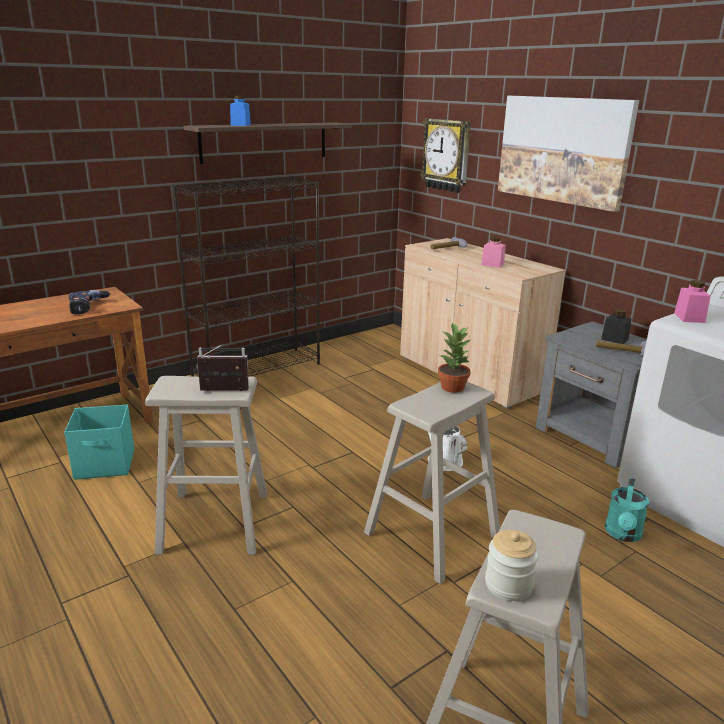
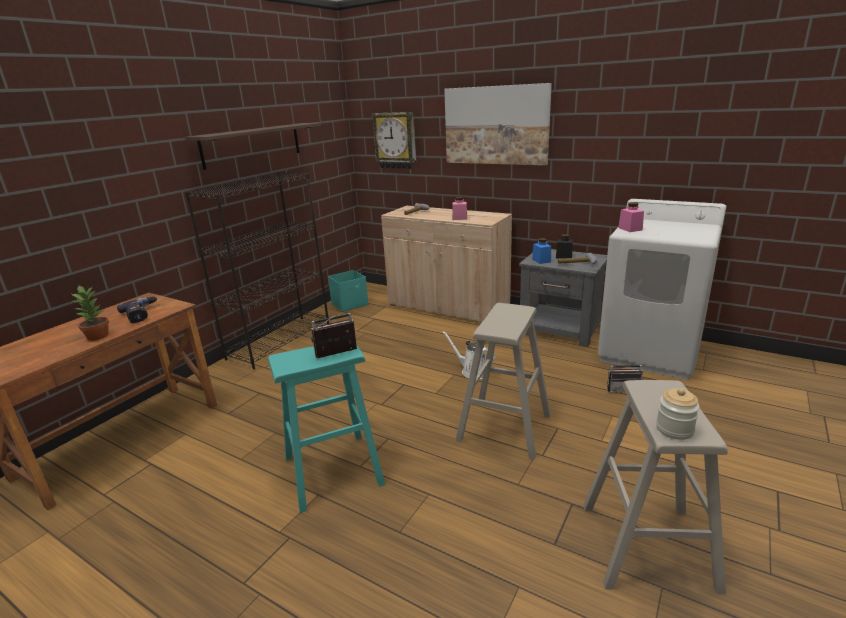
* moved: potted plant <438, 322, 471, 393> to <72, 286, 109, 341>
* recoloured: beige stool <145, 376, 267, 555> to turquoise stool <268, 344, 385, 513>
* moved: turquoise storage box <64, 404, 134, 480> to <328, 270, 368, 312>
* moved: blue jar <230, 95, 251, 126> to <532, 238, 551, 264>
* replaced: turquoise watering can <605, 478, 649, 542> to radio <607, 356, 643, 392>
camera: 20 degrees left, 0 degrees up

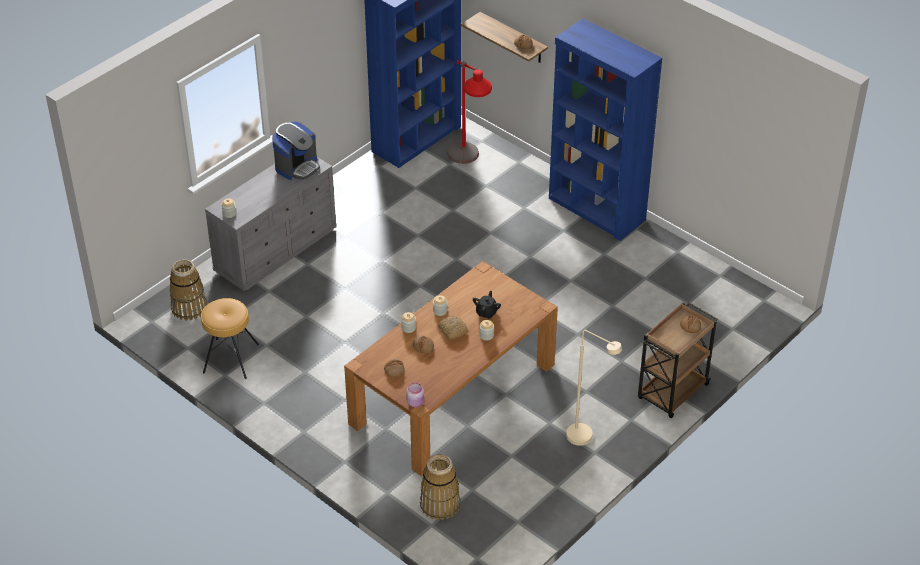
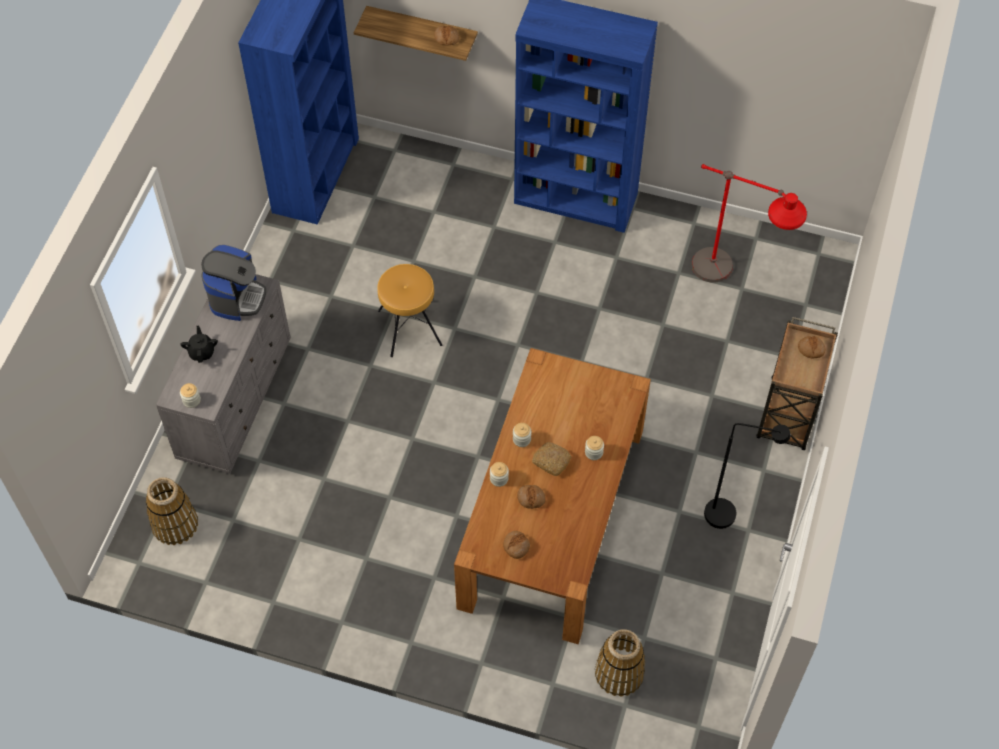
* moved: black teapot <473, 291, 501, 319> to <181, 325, 218, 363>
* moved: brown stool <201, 298, 259, 379> to <377, 264, 442, 357>
* moved: red floor lamp <448, 60, 492, 164> to <691, 164, 807, 283>
* recoloured: beige floor lamp <566, 330, 622, 445> to black floor lamp <704, 423, 791, 529>
* removed: pink jar <406, 382, 424, 407>
camera: 25 degrees left, 15 degrees up

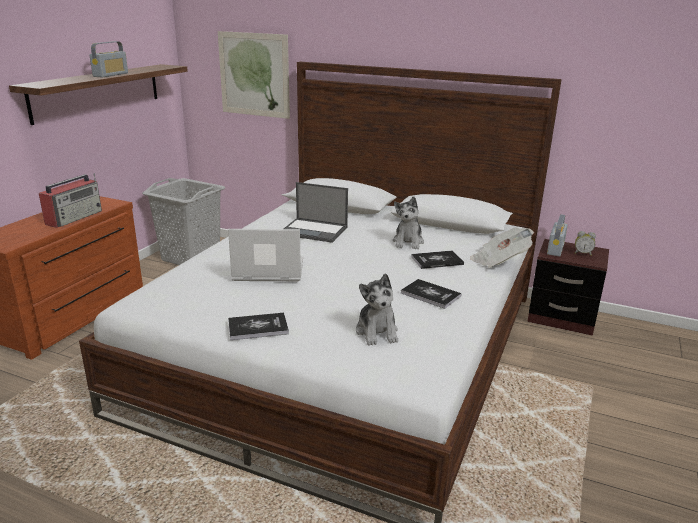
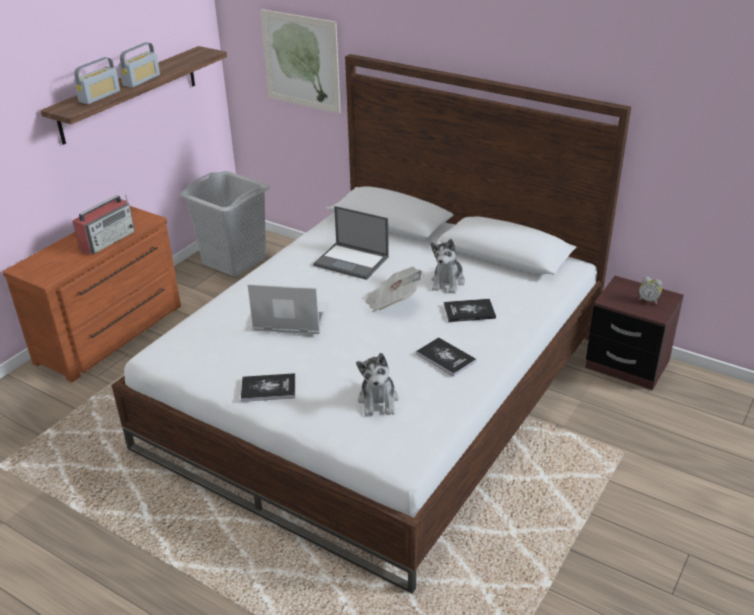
* moved: radio <547, 214, 568, 257> to <74, 57, 120, 104>
* moved: newspaper <470, 227, 534, 268> to <363, 267, 424, 312>
camera: 10 degrees right, 10 degrees up

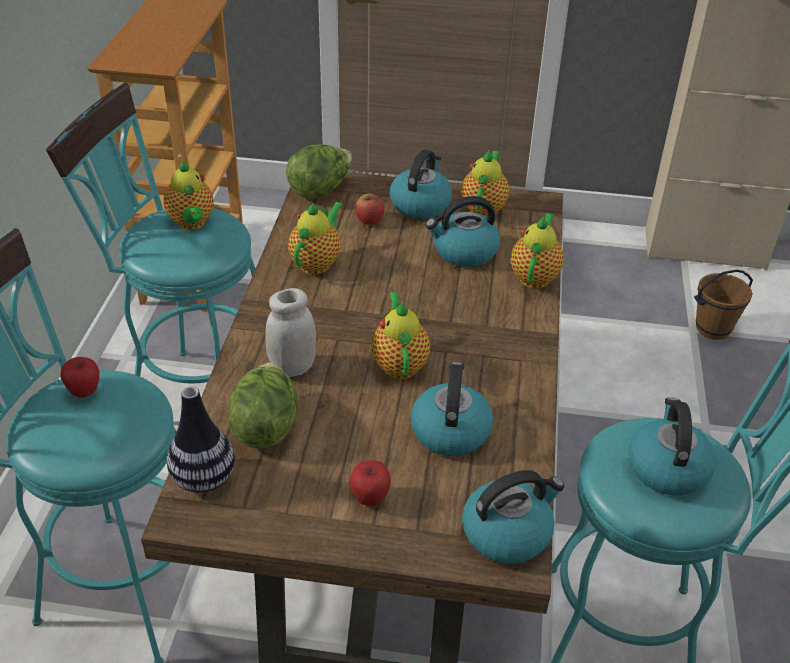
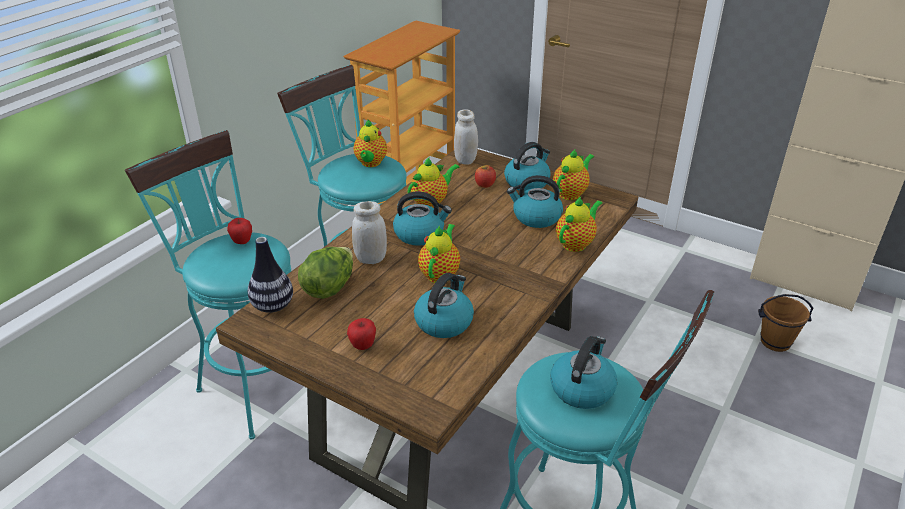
* moved: kettle <462, 470, 564, 564> to <393, 192, 452, 246>
* replaced: lettuce <286, 144, 352, 199> to white jar <454, 109, 478, 164>
camera: 25 degrees right, 5 degrees down

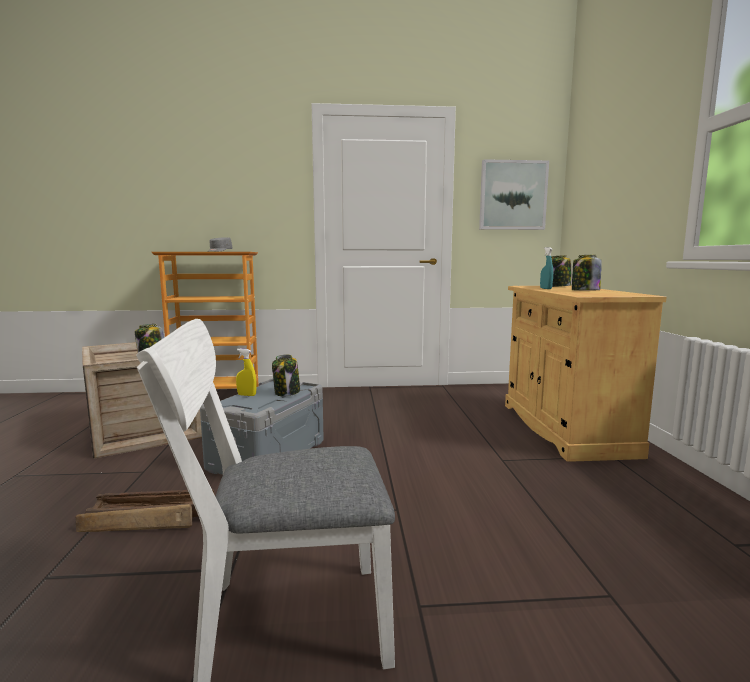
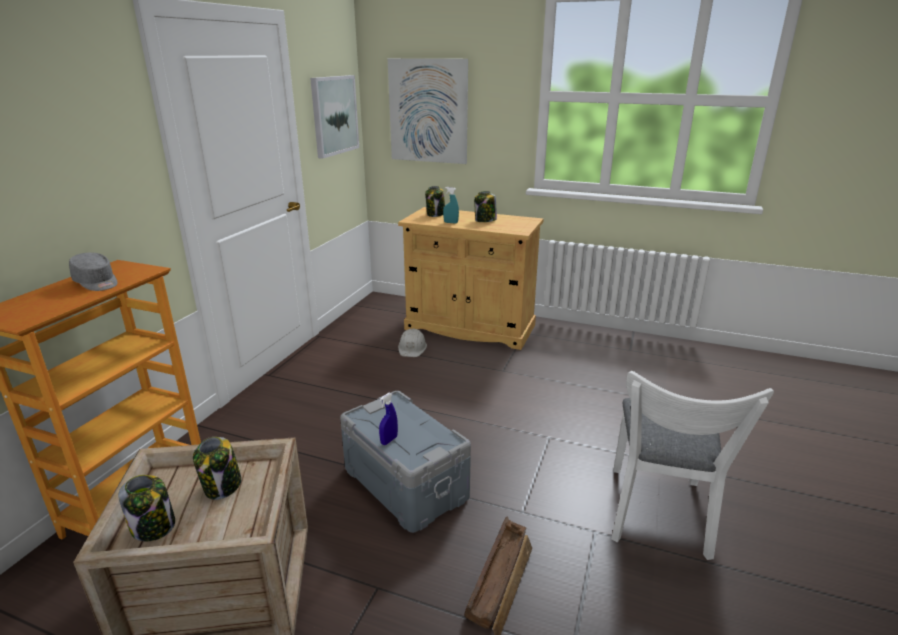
* moved: jar <272, 354, 300, 396> to <118, 475, 175, 541>
* recoloured: yellow spray bottle <236, 349, 257, 396> to blue spray bottle <379, 393, 398, 445>
* added: picture <387, 58, 468, 164>
* added: white hard hat <398, 328, 427, 357>
camera: 65 degrees left, 15 degrees up

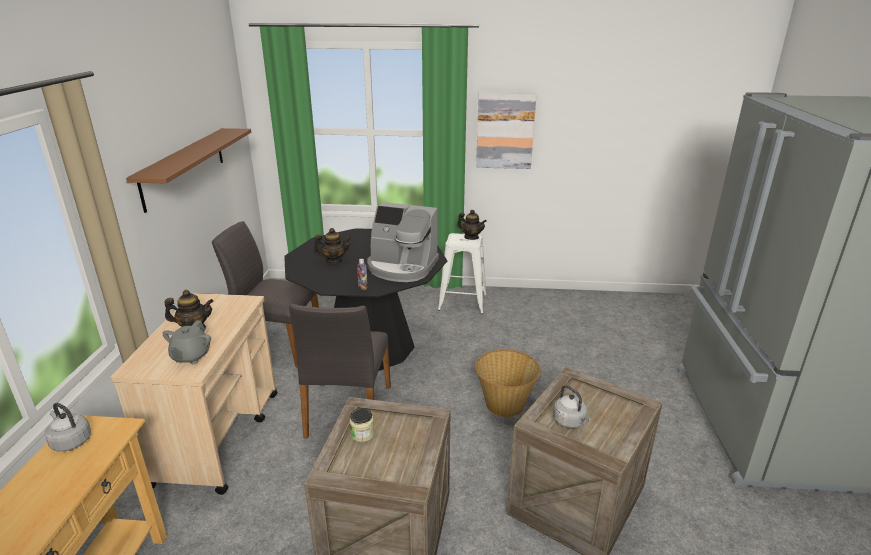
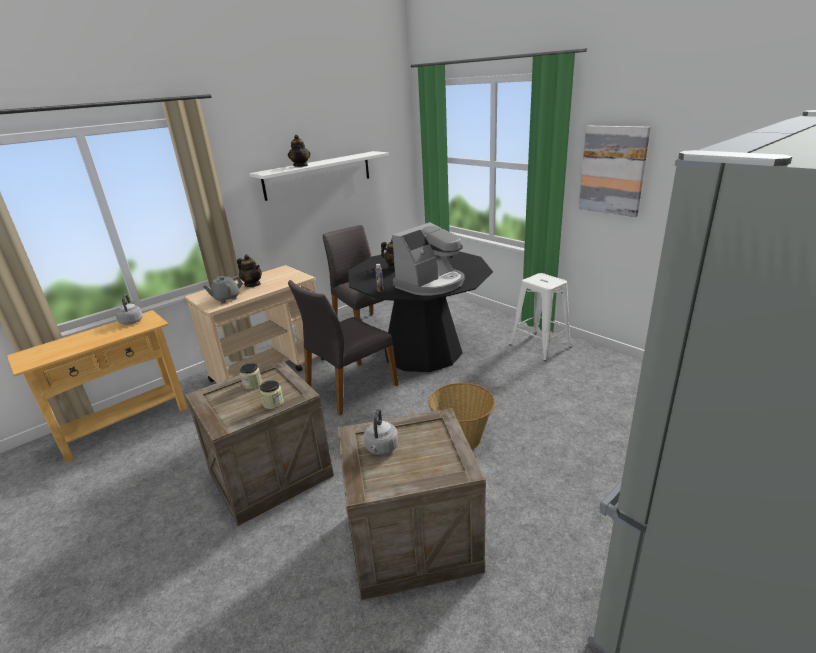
* recoloured: brown shelf <126, 128, 251, 213> to white shelf <249, 151, 389, 201>
* added: jar <260, 380, 284, 409>
* moved: teapot <457, 210, 487, 240> to <288, 135, 310, 167>
* turned: coffee machine <367, 202, 439, 282> = <392, 222, 464, 296> 105 degrees counterclockwise
camera: 45 degrees right, 0 degrees up

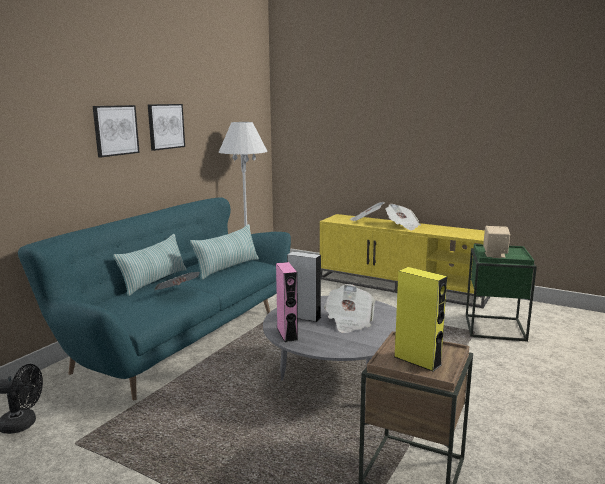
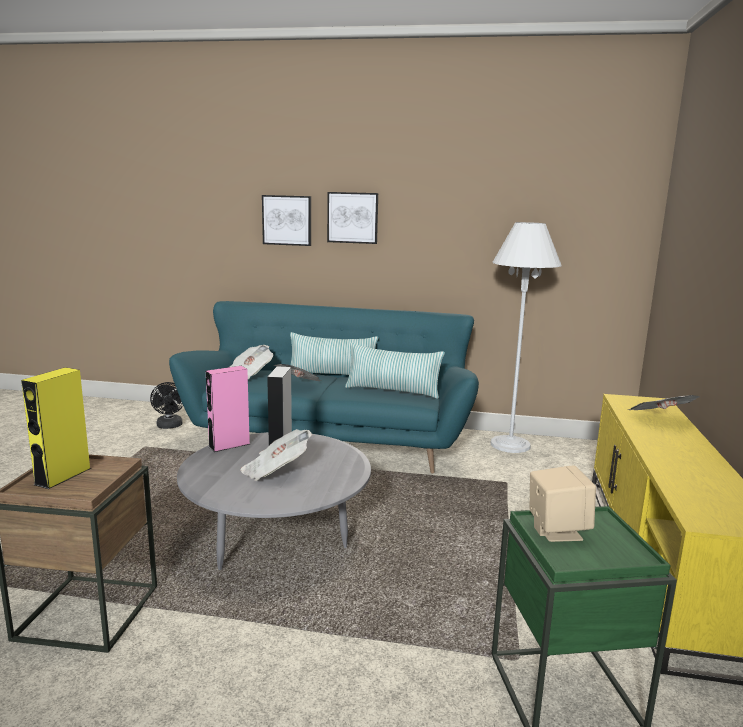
* moved: newspaper <385, 204, 421, 231> to <230, 345, 273, 379>
* moved: picture <148, 104, 185, 151> to <262, 195, 311, 246>
camera: 70 degrees right, 0 degrees up

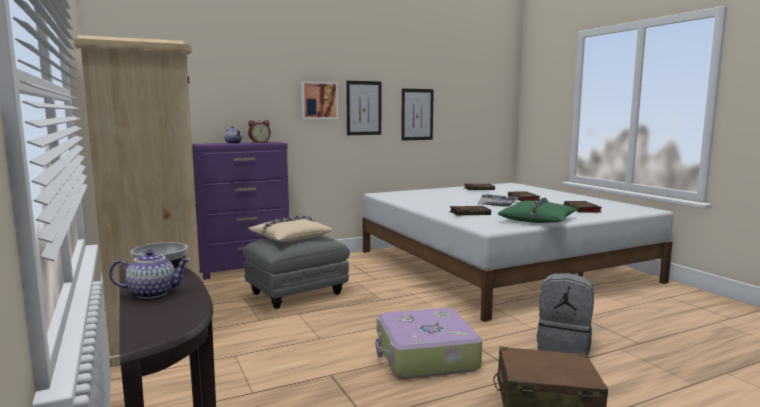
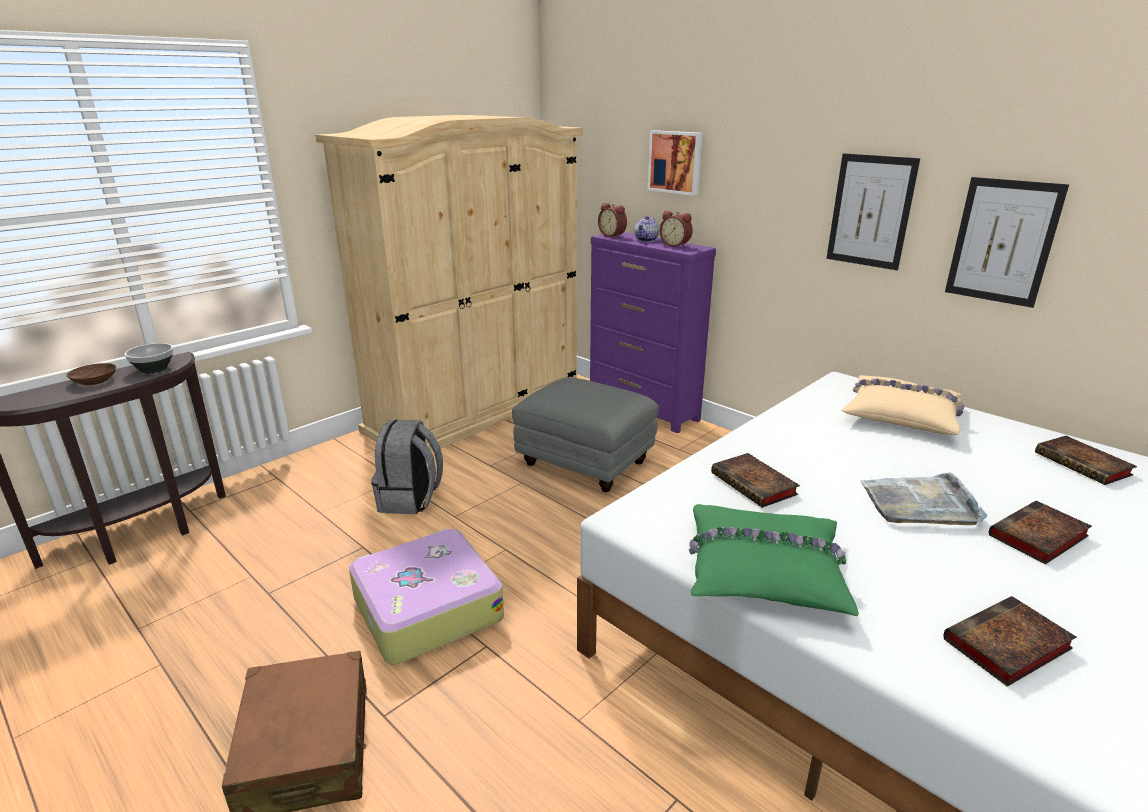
* replaced: teapot <109, 250, 191, 299> to brown bowl <67, 363, 116, 385>
* moved: grey backpack <537, 273, 594, 356> to <371, 420, 443, 514>
* added: alarm clock <598, 203, 627, 238>
* moved: picture <301, 81, 338, 119> to <648, 130, 702, 196>
* moved: beige pillow <248, 215, 333, 242> to <842, 375, 965, 435>
camera: 70 degrees right, 15 degrees up

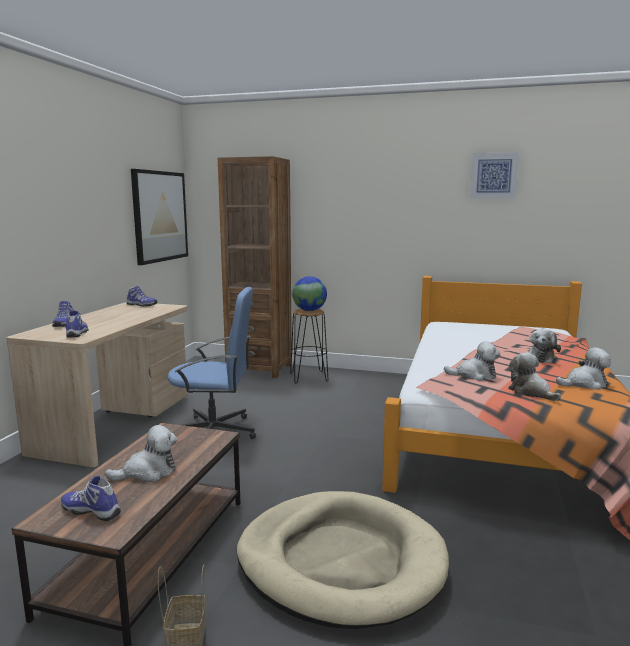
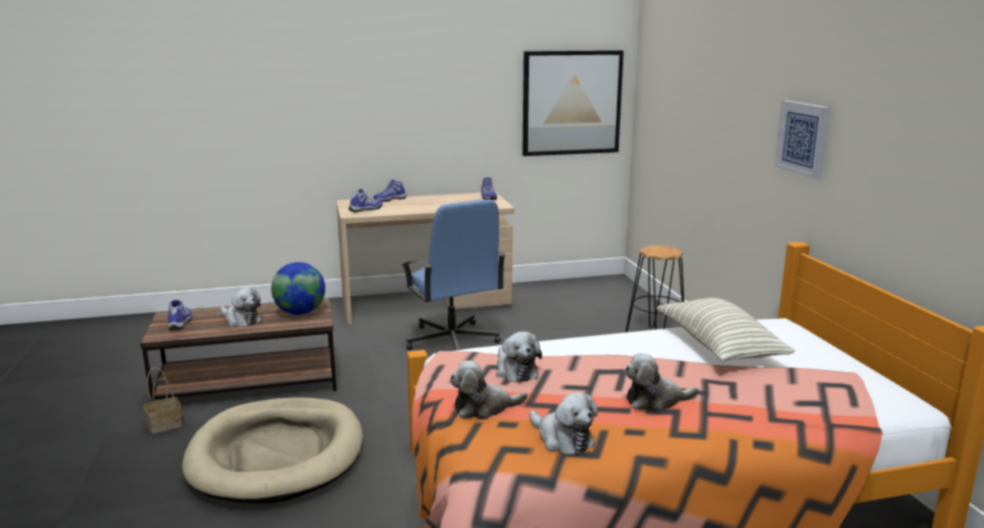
* moved: globe <292, 276, 327, 311> to <271, 262, 325, 315>
* turned: plush toy <508, 353, 561, 401> = <450, 360, 528, 419> 135 degrees counterclockwise
* added: pillow <657, 298, 795, 363>
* moved: picture <470, 152, 519, 198> to <774, 100, 830, 179>
* removed: brown bookcase <218, 156, 292, 378>
camera: 60 degrees right, 5 degrees up

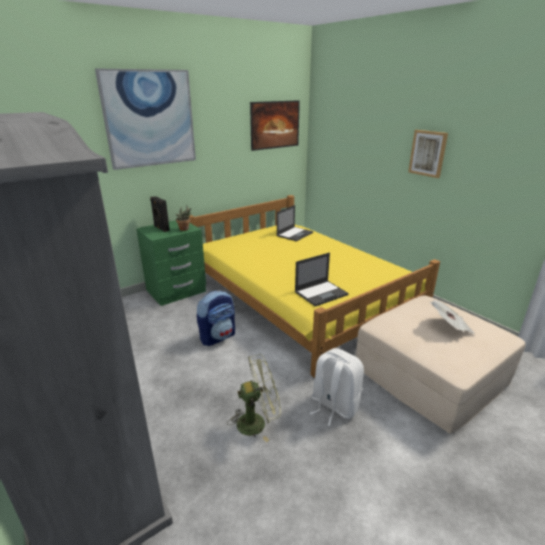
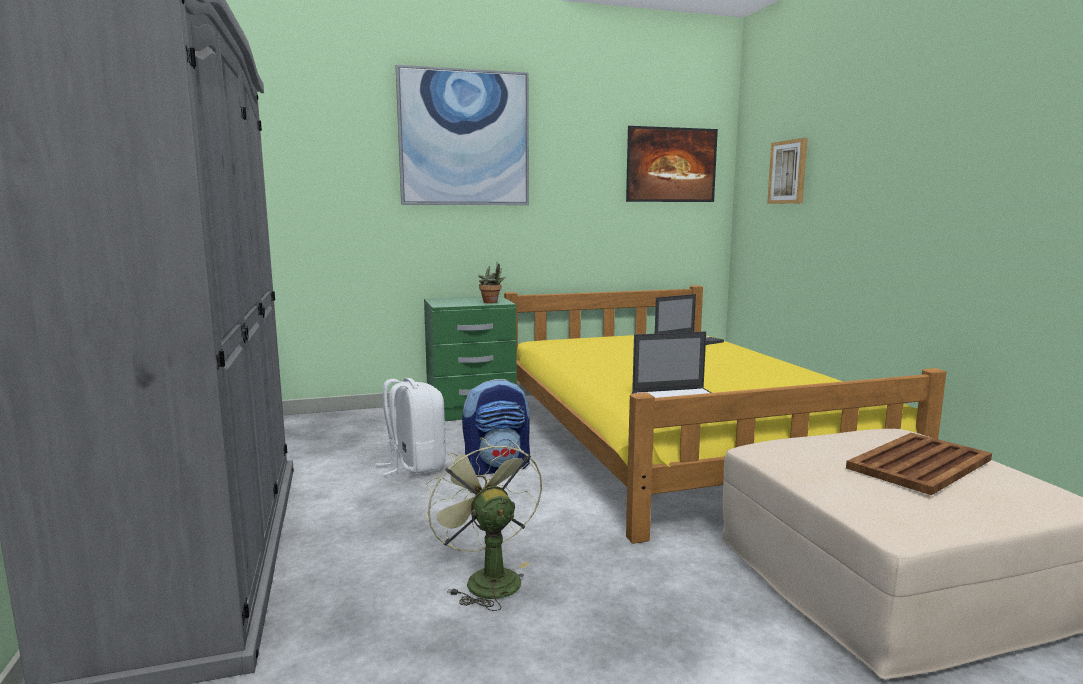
* moved: white backpack <310, 348, 364, 426> to <376, 378, 446, 475>
* turned: green fan <227, 354, 281, 442> = <426, 437, 542, 611> 120 degrees counterclockwise
* moved: picture <408, 130, 448, 178> to <767, 138, 808, 204>
* replaced: newspaper <430, 300, 476, 334> to brown tray <846, 433, 992, 495>
* removed: black speaker <150, 196, 170, 232>
camera: 20 degrees right, 15 degrees down

